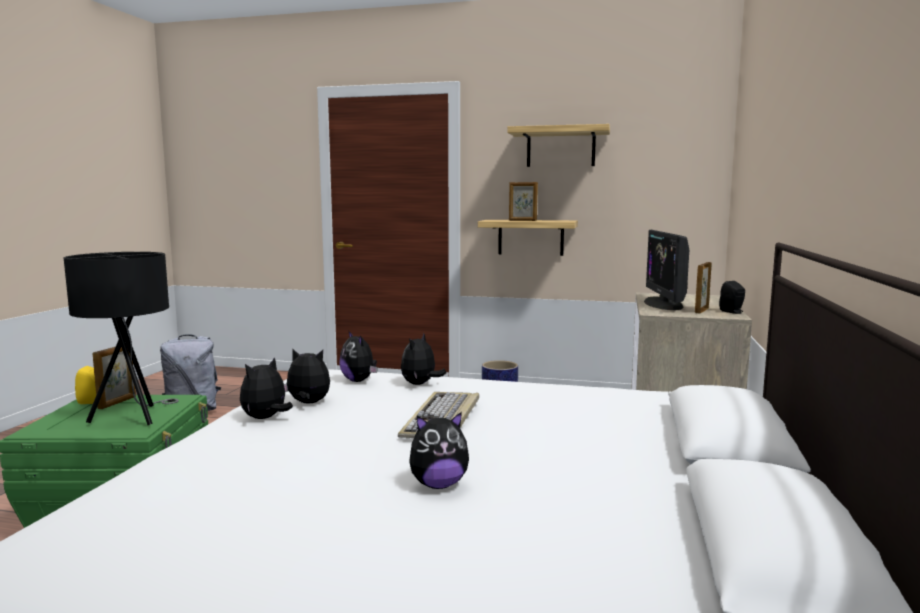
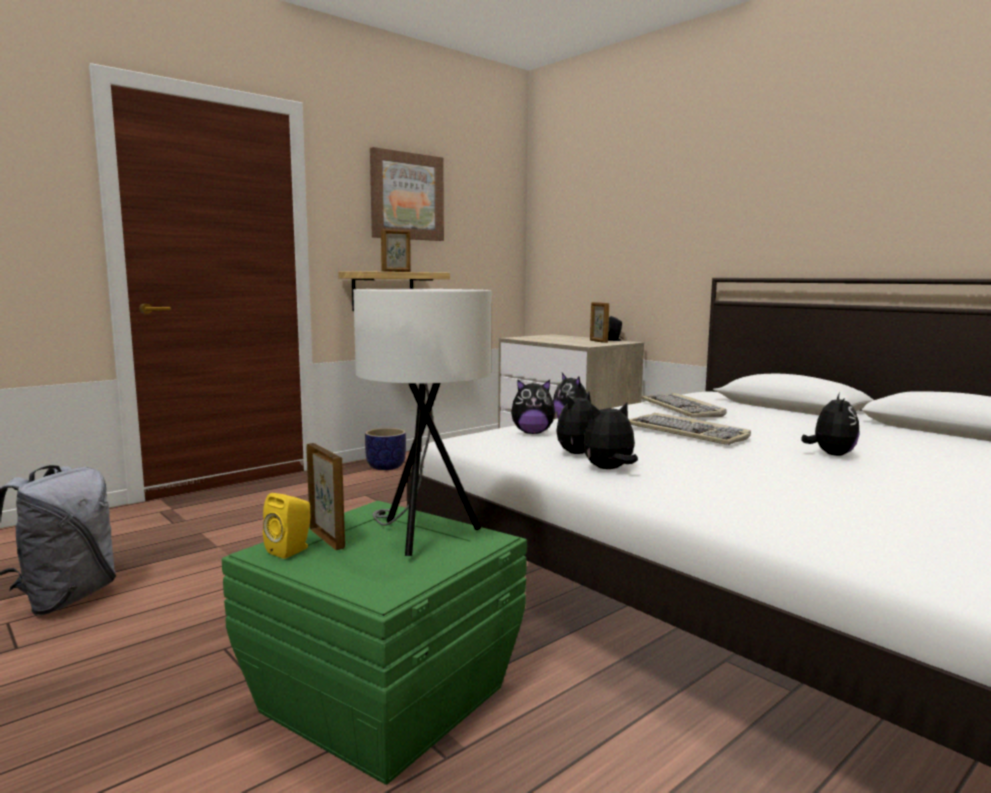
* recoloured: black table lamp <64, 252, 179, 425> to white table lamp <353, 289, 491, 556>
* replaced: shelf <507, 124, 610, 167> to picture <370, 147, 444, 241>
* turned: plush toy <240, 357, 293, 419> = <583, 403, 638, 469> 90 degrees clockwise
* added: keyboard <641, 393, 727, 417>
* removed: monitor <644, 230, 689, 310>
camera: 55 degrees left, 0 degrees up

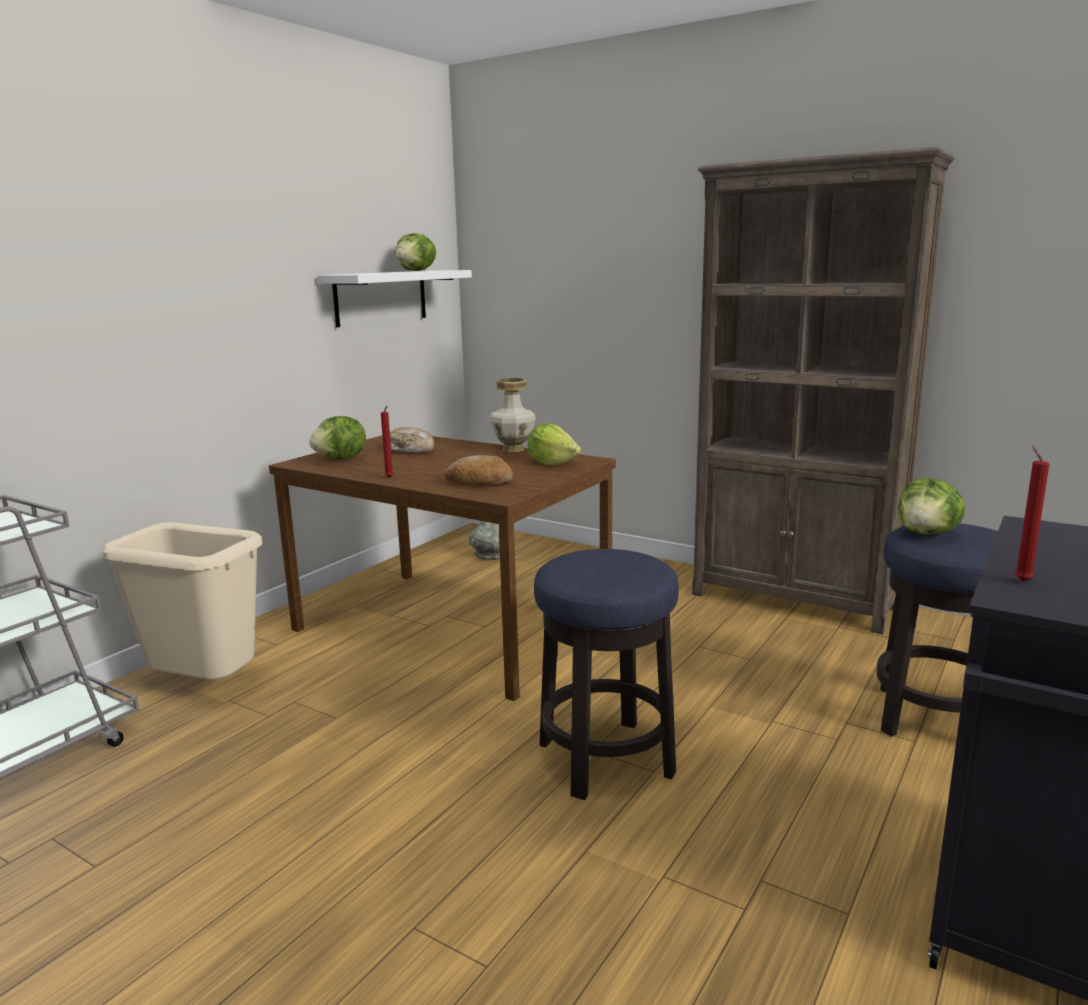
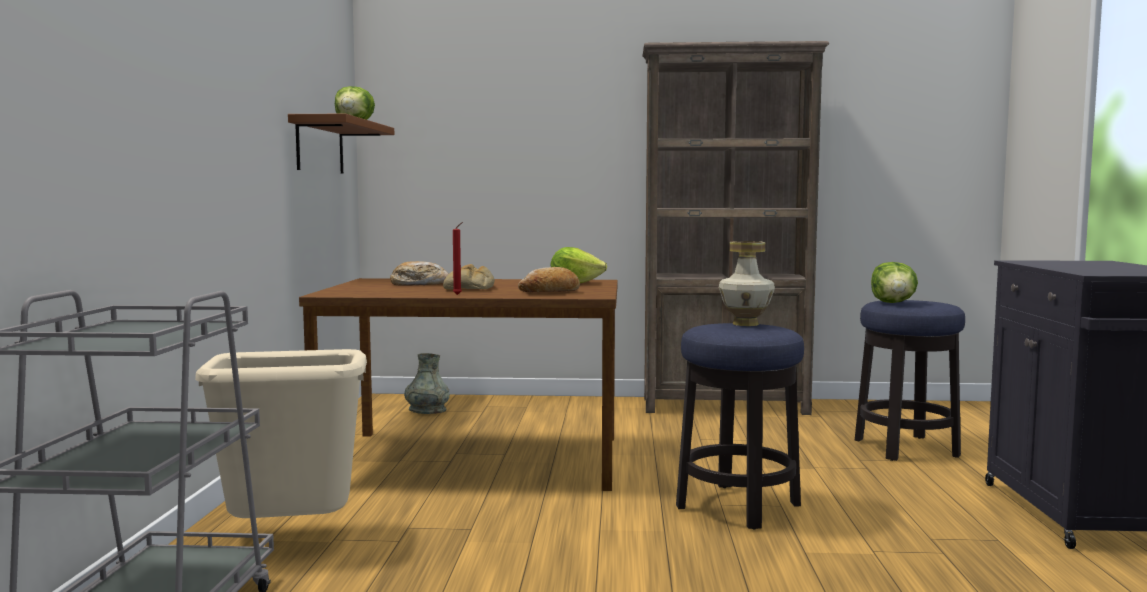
* recoloured: white shelf <317, 270, 472, 327> to brown shelf <288, 114, 394, 174>
* added: bread <443, 264, 495, 290>
* moved: vase <489, 378, 536, 452> to <719, 241, 775, 326>
* removed: lettuce <309, 416, 366, 459>
* removed: red candle <1014, 445, 1049, 582>
camera: 30 degrees left, 10 degrees down

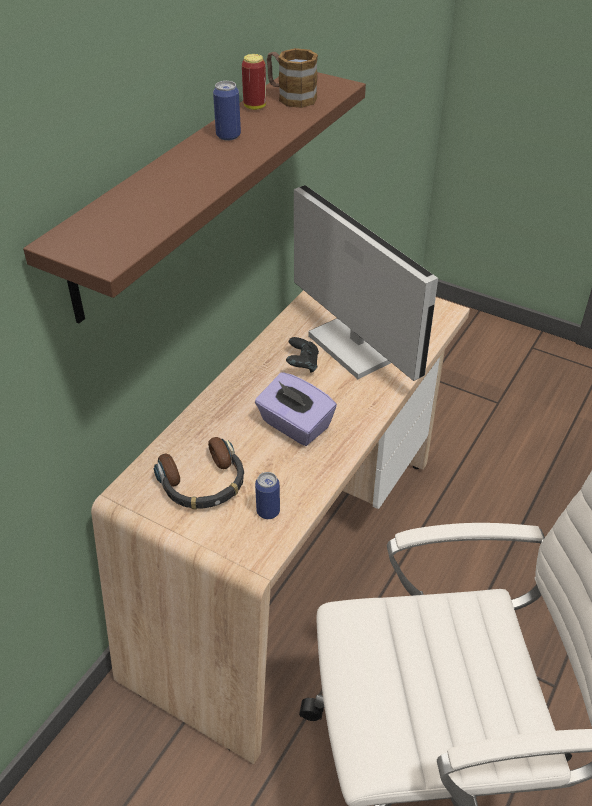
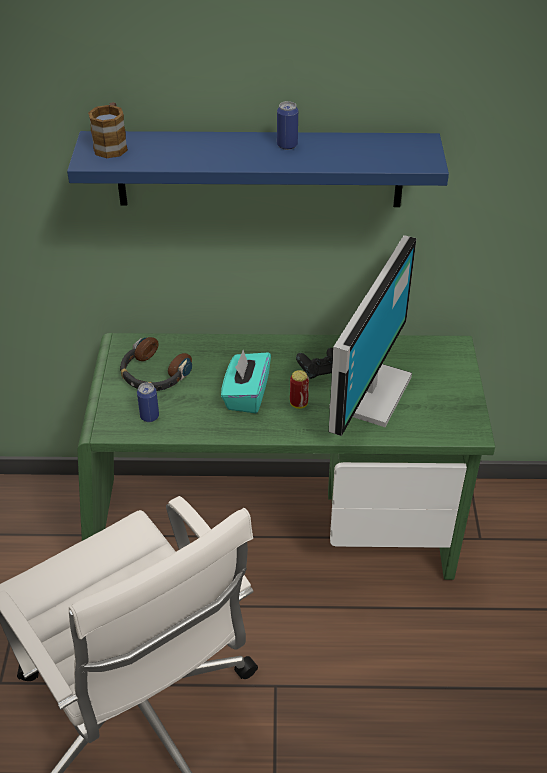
* recoloured: brown shelf <23, 72, 366, 323> to blue shelf <67, 131, 449, 207>
* recoloured: beige desk <91, 290, 470, 764> to green desk <77, 333, 495, 580>
* moved: mug <267, 48, 318, 108> to <88, 102, 128, 158>
* recoloured: purple tissue box <255, 372, 337, 446> to turquoise tissue box <221, 350, 271, 413>
* moved: can <242, 54, 266, 110> to <290, 370, 309, 409>
camera: 60 degrees right, 0 degrees up

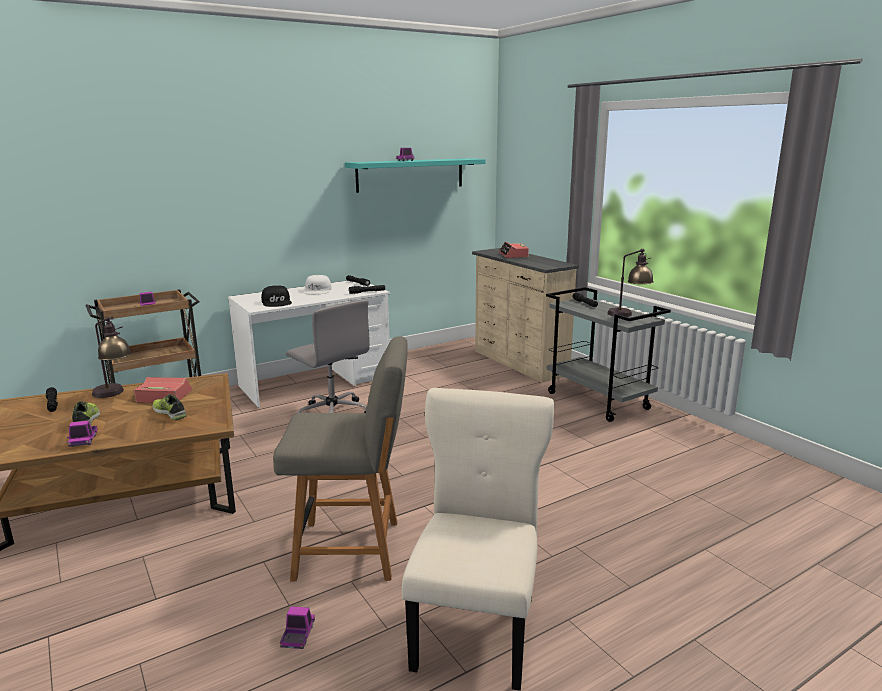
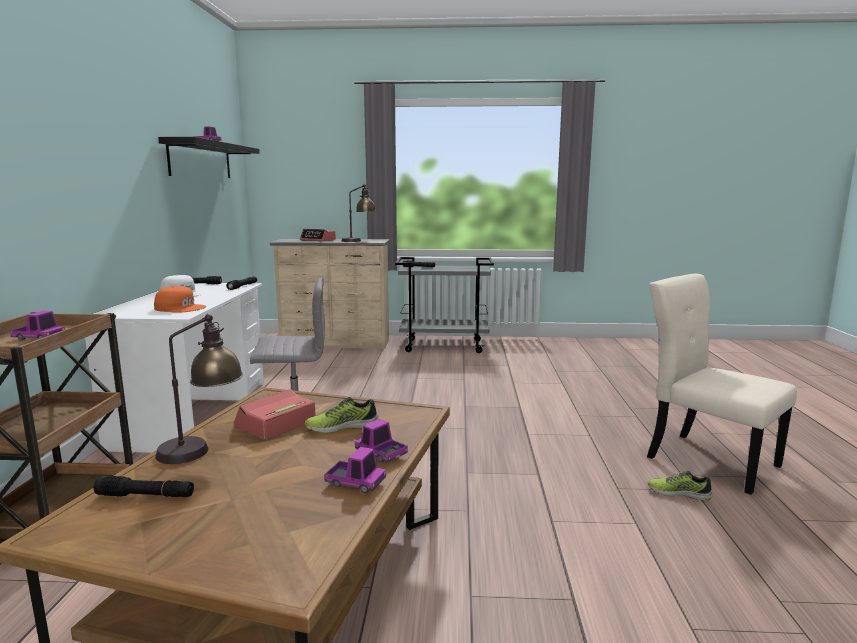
* recoloured: black cap <261, 285, 292, 307> to orange cap <154, 286, 206, 313>
* recoloured: turquoise shelf <345, 158, 485, 193> to black shelf <158, 137, 260, 178>
* moved: table lamp <607, 249, 654, 317> to <342, 184, 376, 242>
* moved: toy truck <280, 606, 315, 649> to <355, 419, 408, 462>
* moved: shoe <72, 401, 100, 425> to <648, 471, 713, 500>
* removed: grey chair <273, 336, 408, 581>
camera: 55 degrees left, 5 degrees down

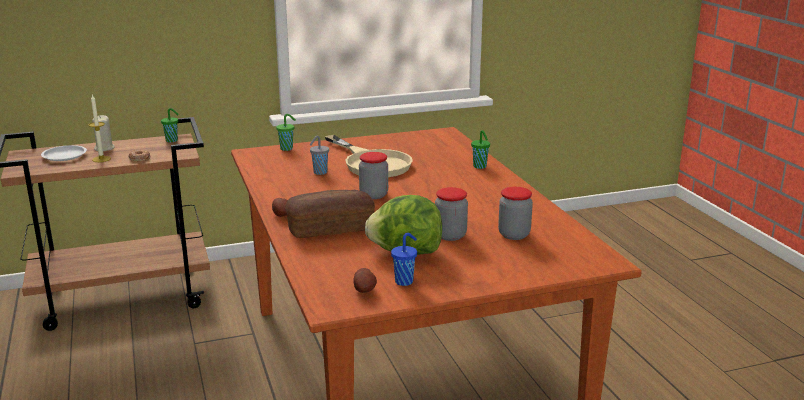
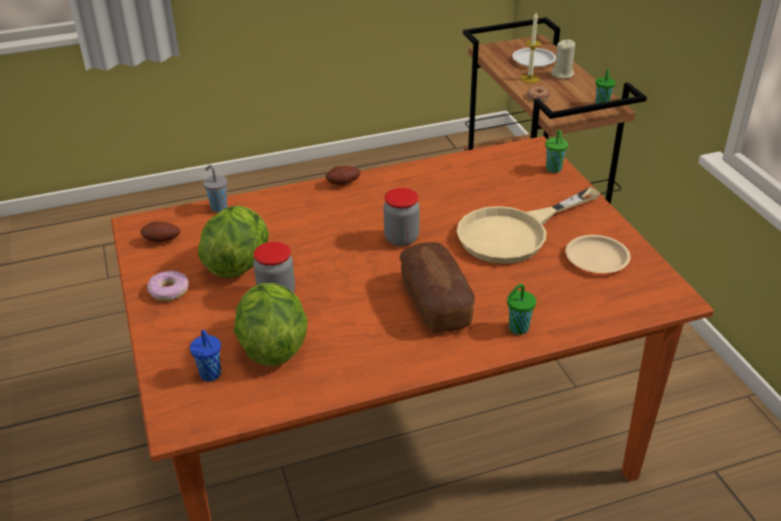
* added: donut <147, 270, 189, 301>
* moved: blue cup <391, 233, 417, 286> to <190, 330, 221, 381>
* moved: grey cup <310, 136, 329, 175> to <203, 165, 228, 212>
* replaced: jar <498, 187, 533, 240> to lettuce <234, 283, 308, 366>
* moved: bread <285, 190, 375, 238> to <400, 242, 475, 333>
* added: beige plate <565, 235, 631, 273>
camera: 90 degrees right, 15 degrees up

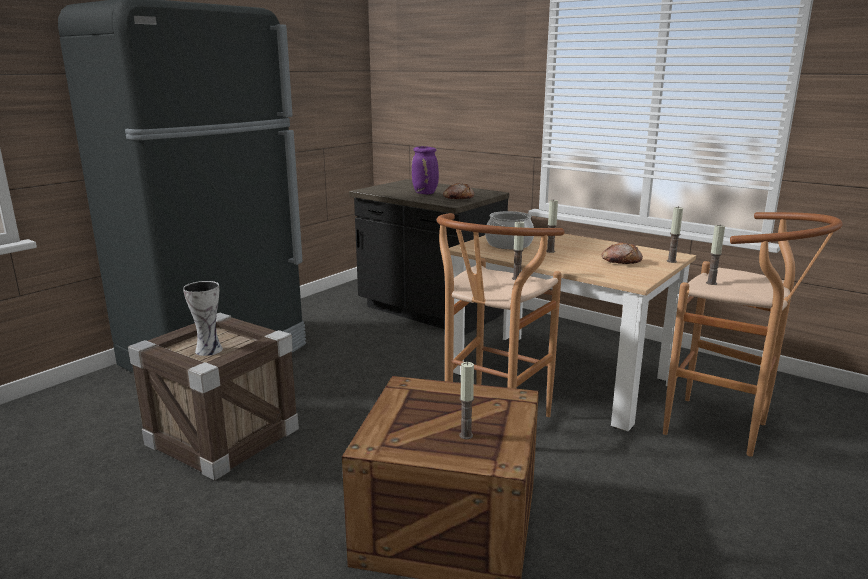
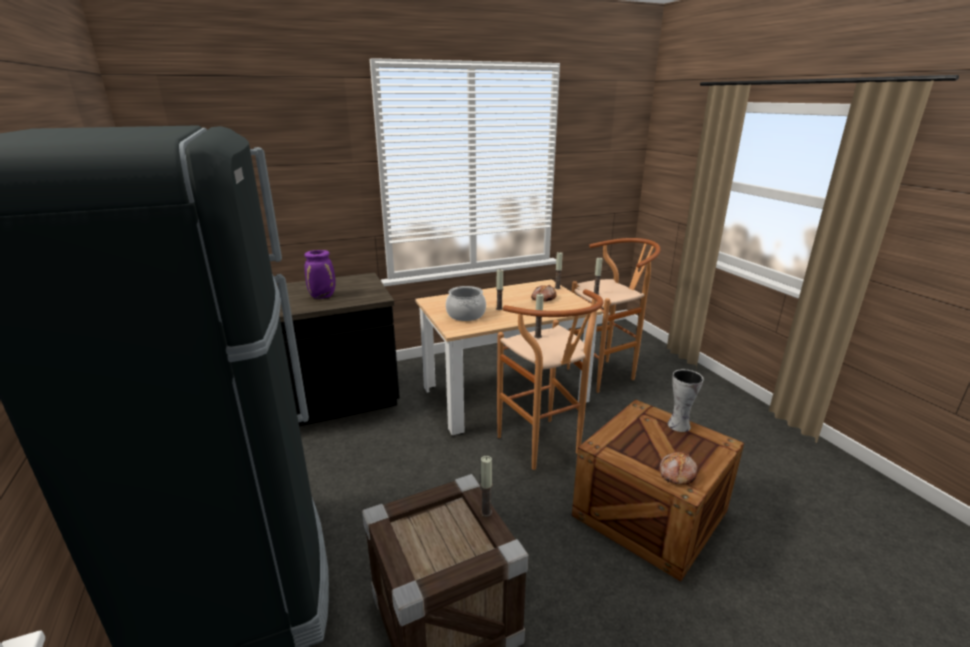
* moved: candle <459, 362, 474, 439> to <480, 456, 493, 517>
* moved: bread <443, 183, 474, 199> to <659, 451, 698, 484>
* moved: vase <183, 281, 223, 356> to <668, 369, 704, 432>
camera: 60 degrees left, 5 degrees up

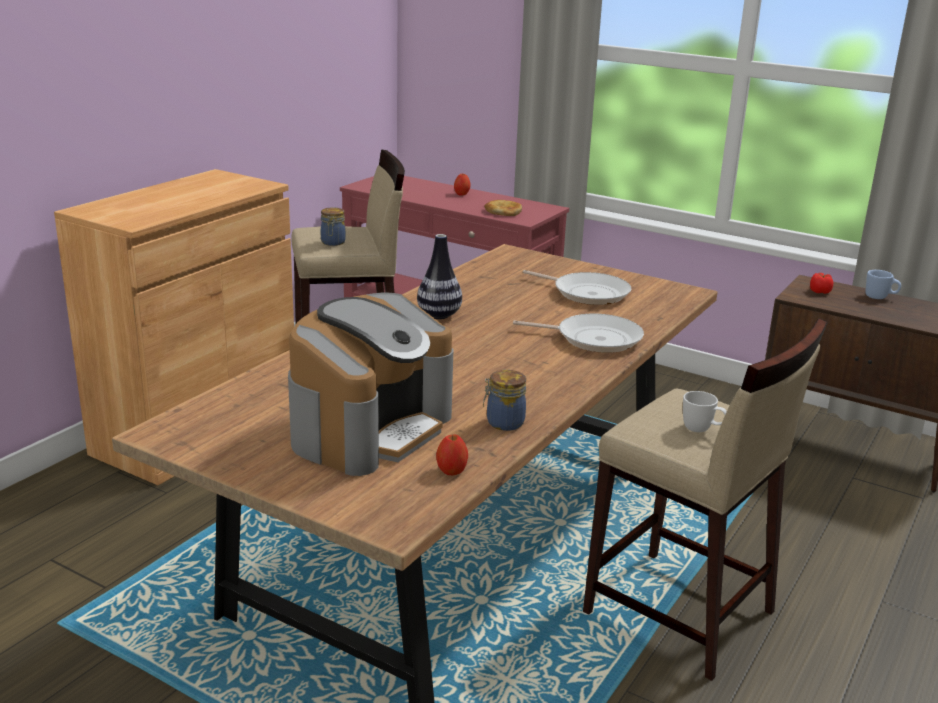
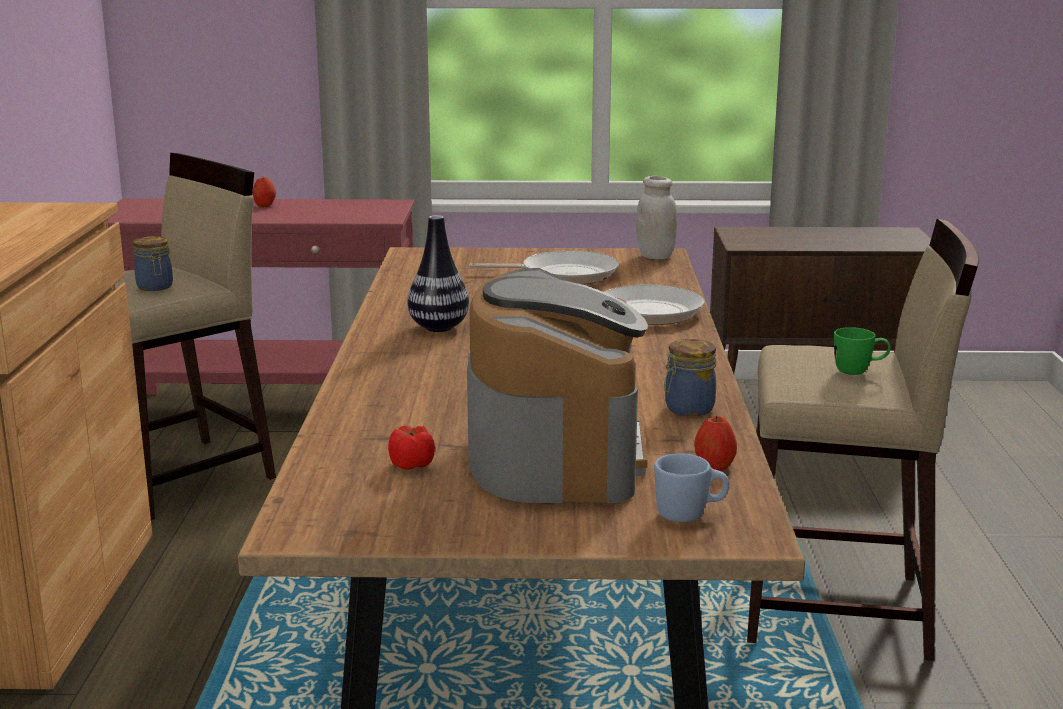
* moved: tomato <810, 273, 833, 294> to <388, 426, 435, 470>
* added: white jar <636, 176, 677, 259>
* moved: blue mug <866, 270, 901, 299> to <654, 454, 729, 522>
* recoloured: white mug <683, 391, 727, 432> to green mug <834, 327, 891, 375>
* removed: bread <484, 200, 522, 216>
camera: 30 degrees left, 5 degrees down

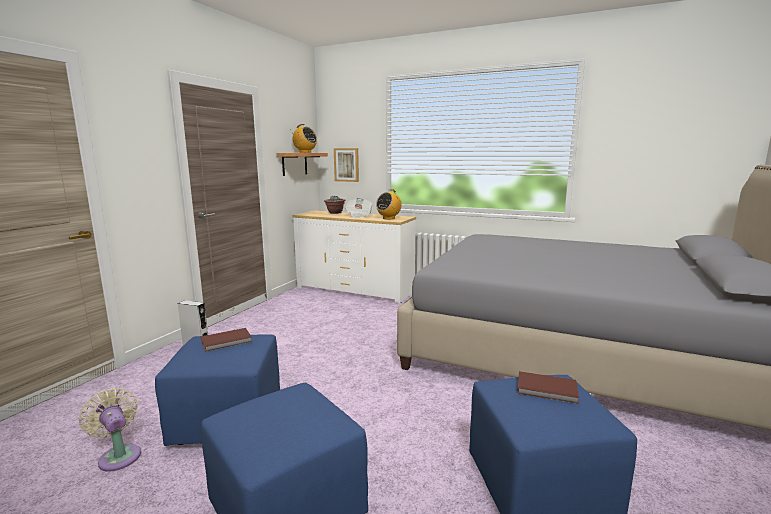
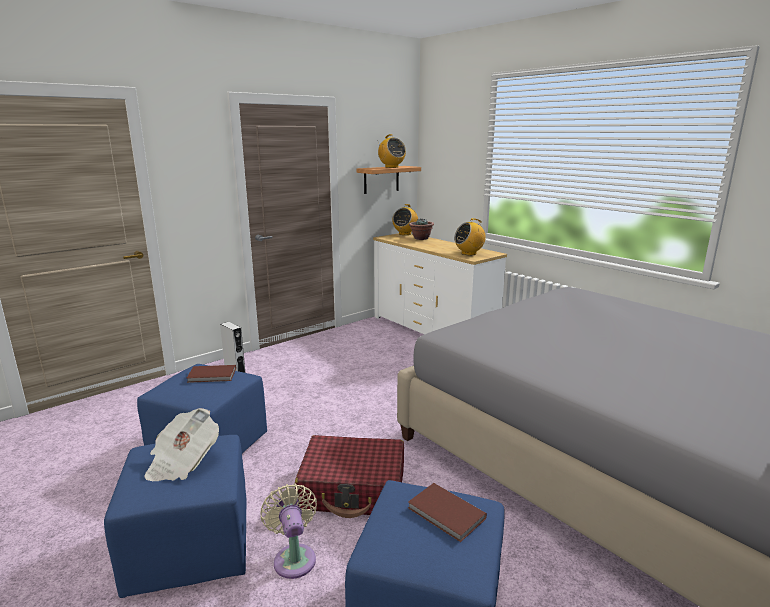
* moved: newspaper <345, 198, 374, 218> to <144, 408, 219, 481>
* moved: beige fan <79, 388, 141, 472> to <261, 484, 317, 579>
* added: red suitcase <295, 435, 404, 518>
* added: radio <392, 204, 418, 235>
* removed: picture <334, 148, 359, 182>
camera: 25 degrees right, 5 degrees up

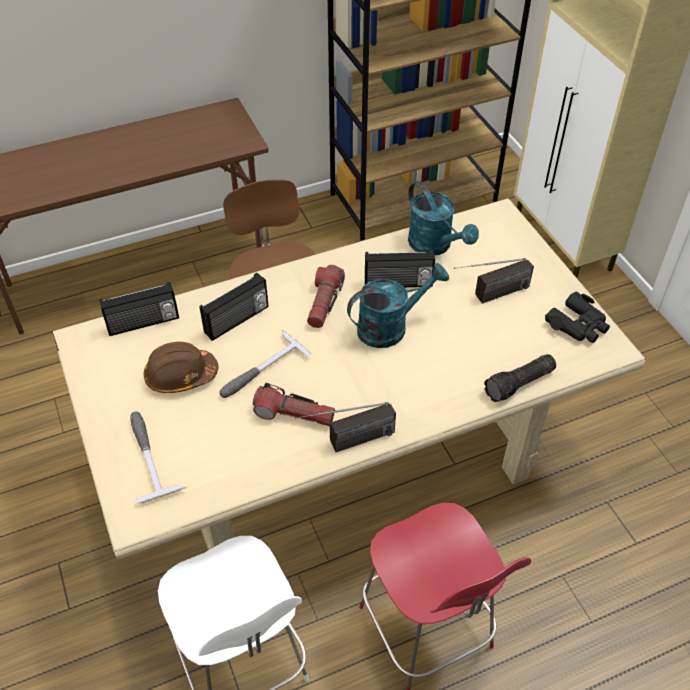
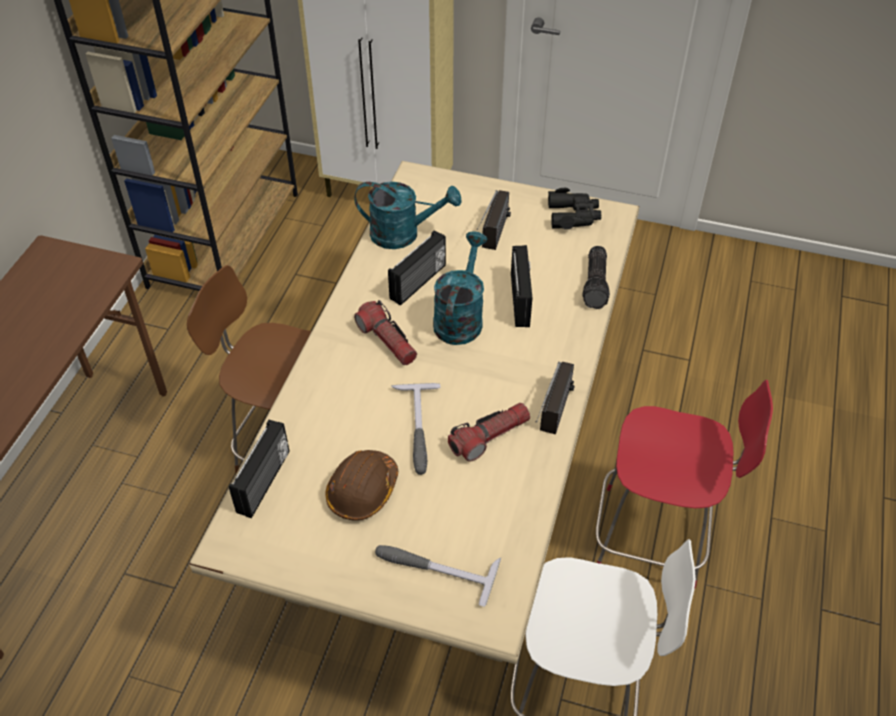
* moved: radio <200, 273, 268, 341> to <511, 245, 532, 327>
camera: 50 degrees left, 0 degrees up

